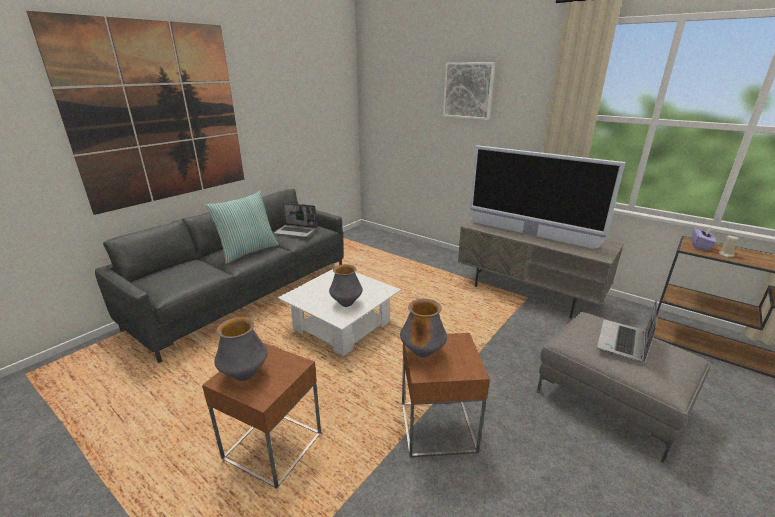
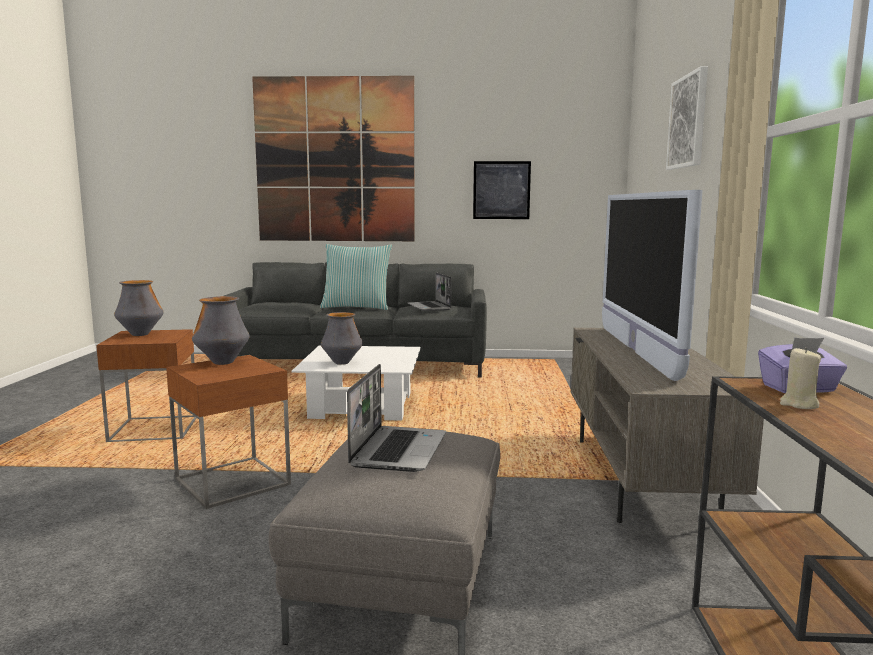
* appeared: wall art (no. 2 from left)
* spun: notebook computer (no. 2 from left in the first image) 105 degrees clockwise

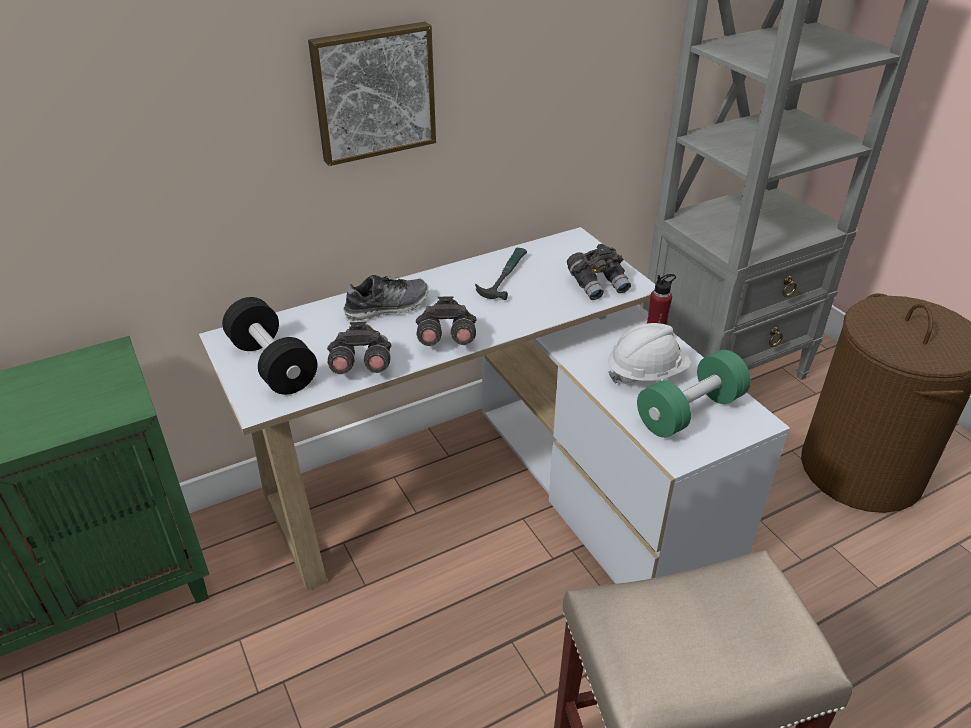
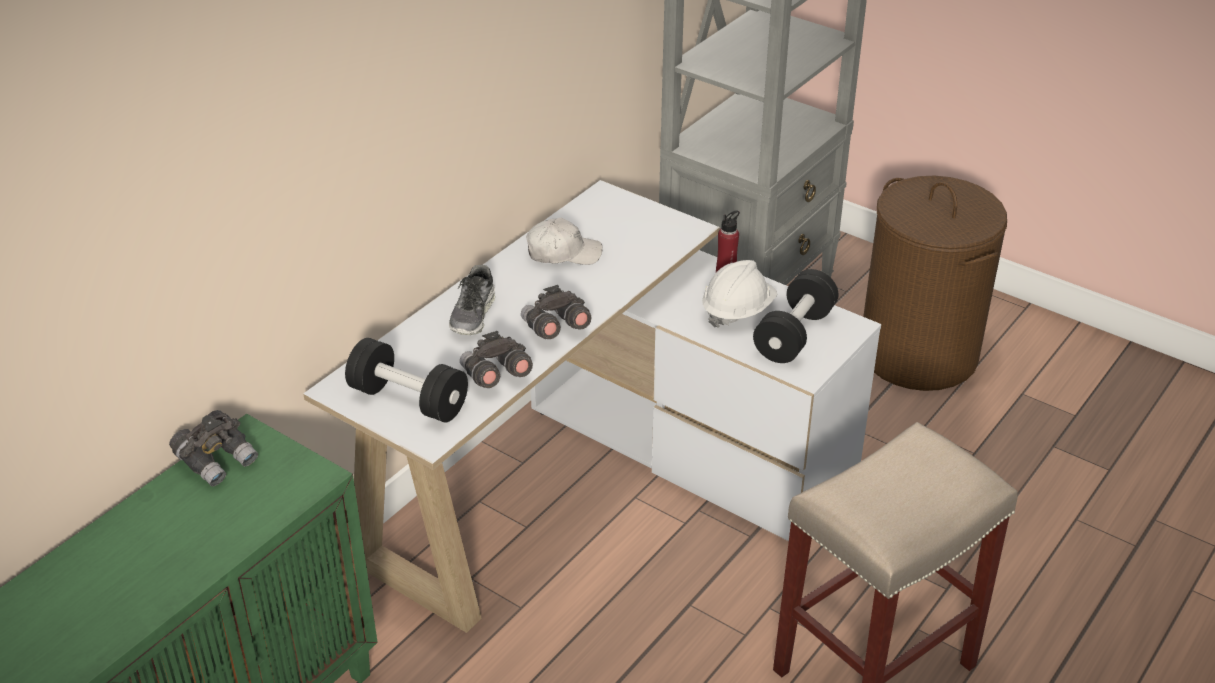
* missing: wall art
* relocated: gray pair of binoculars (no. 3 from left in the first image) to gray pair of binoculars (no. 1 from left)
* exchanged: hammer to whitish peaked cap
* colour: green hand weight to black-coloured hand weight (no. 2 from left)
* spun: shoe 150 degrees clockwise

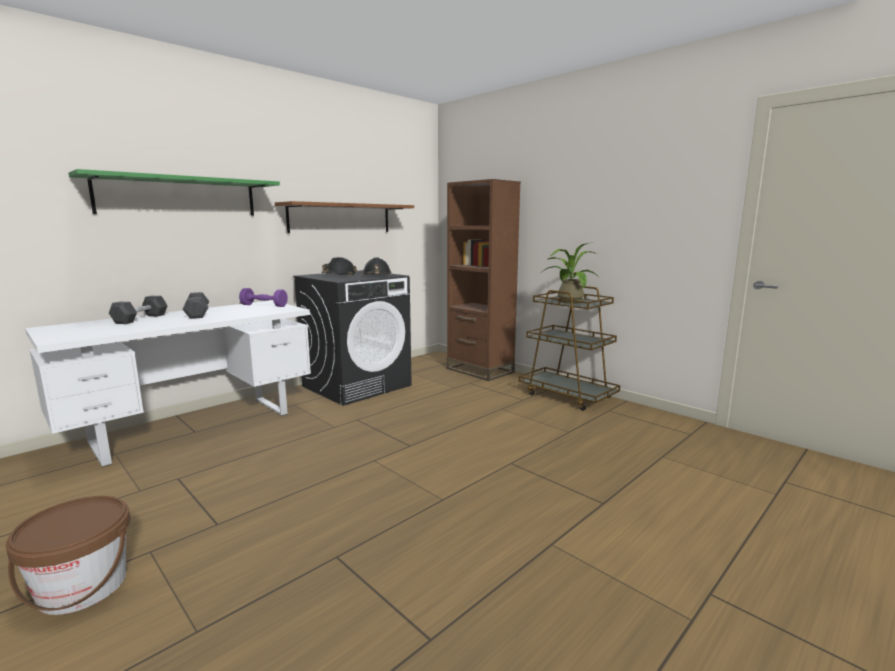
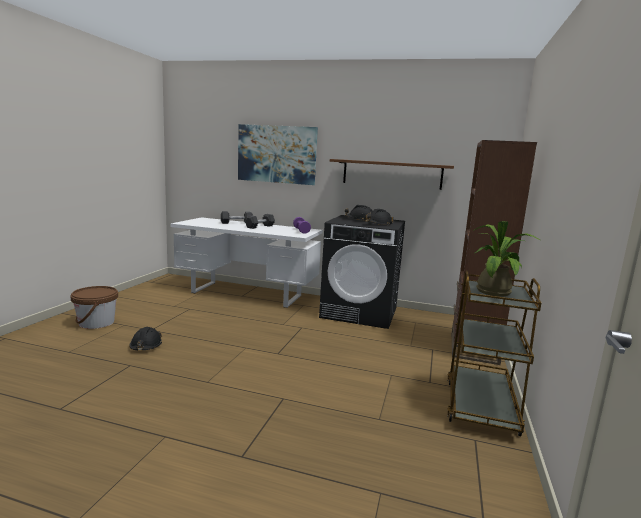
* appeared: black-coloured work helmet (no. 1 from left)
* exchanged: green bracket shelf to wall art

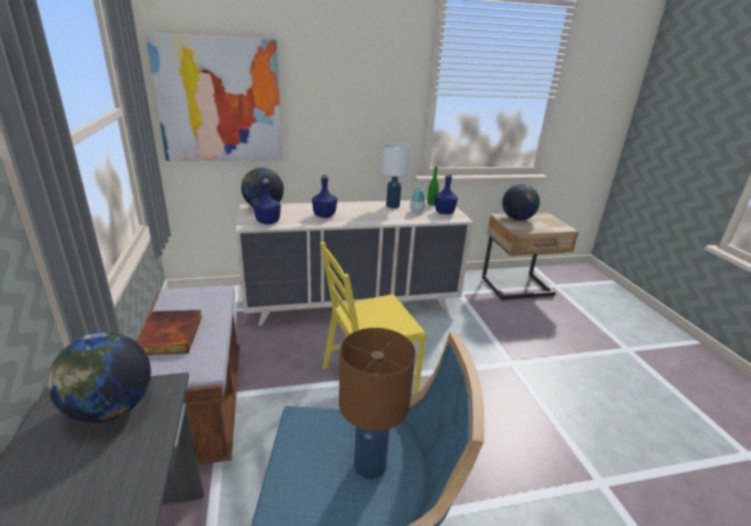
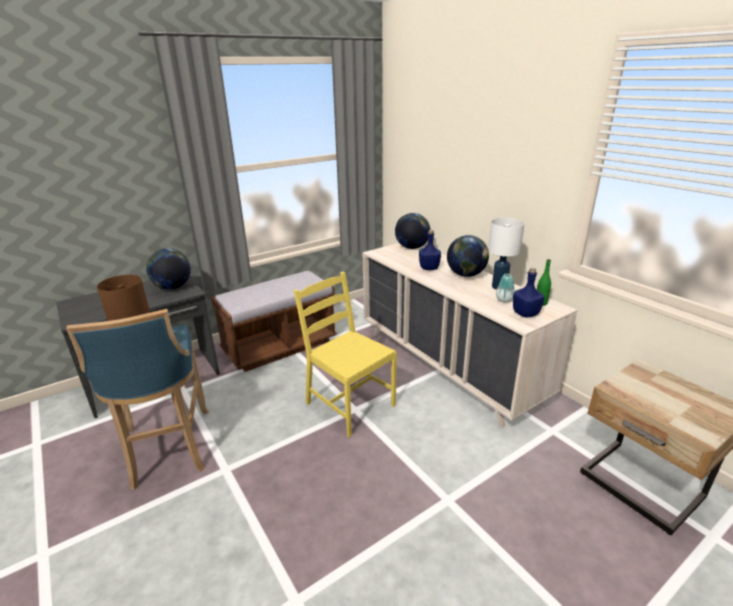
* missing: volume
* missing: wall art
* missing: blue bottle (no. 1 from left)
* relocated: desk globe (no. 3 from left)

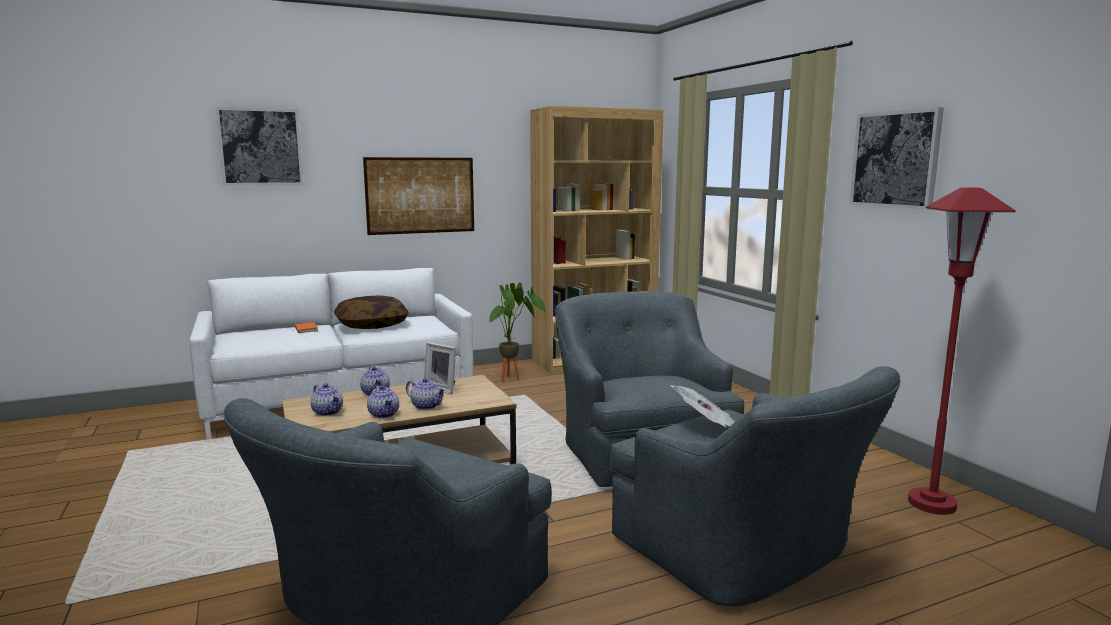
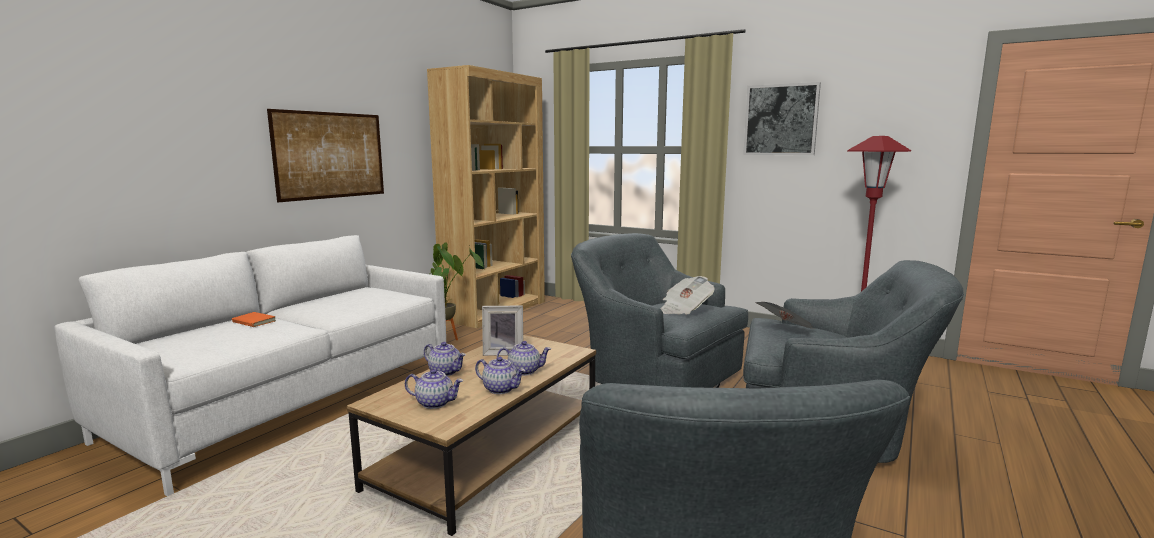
* missing: wall art (no. 1 from left)
* missing: pillow
* appeared: newspaper (no. 1 from left)

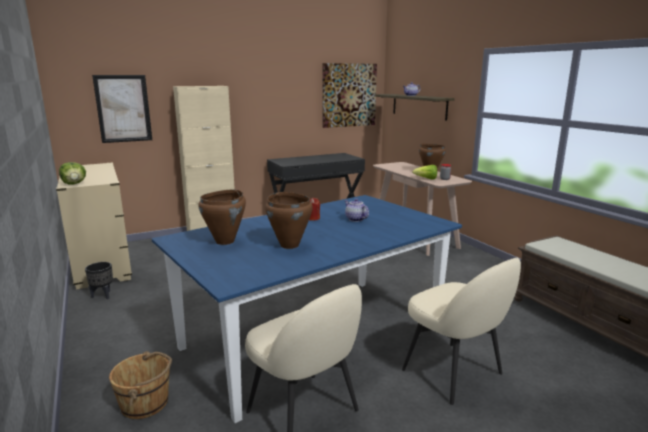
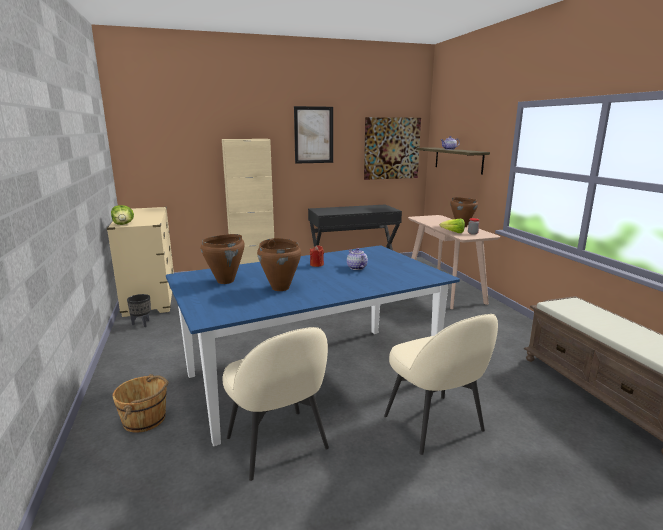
* relocated: wall art (no. 1 from left)

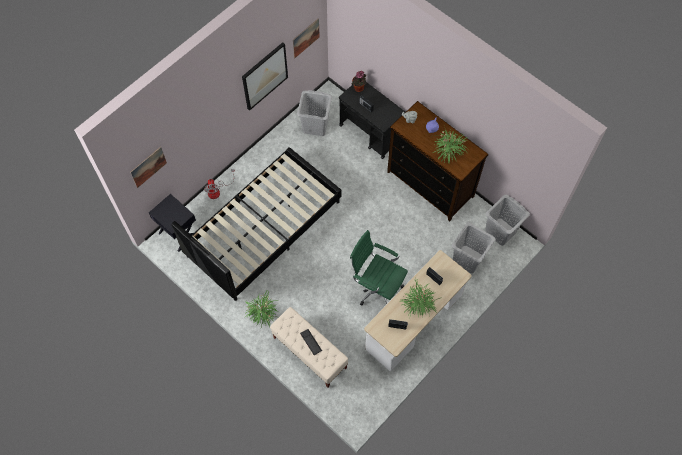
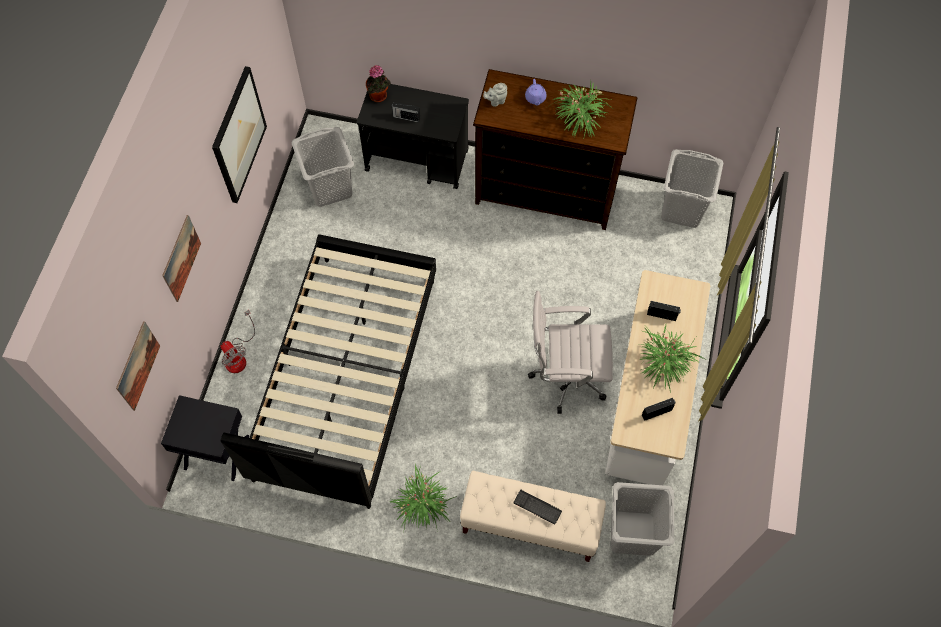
* relocated: wall art (no. 3 from left in the first image) to wall art (no. 2 from left)
* relocated: gray washing basket (no. 2 from left)
* colour: green desk chair to whitish desk chair

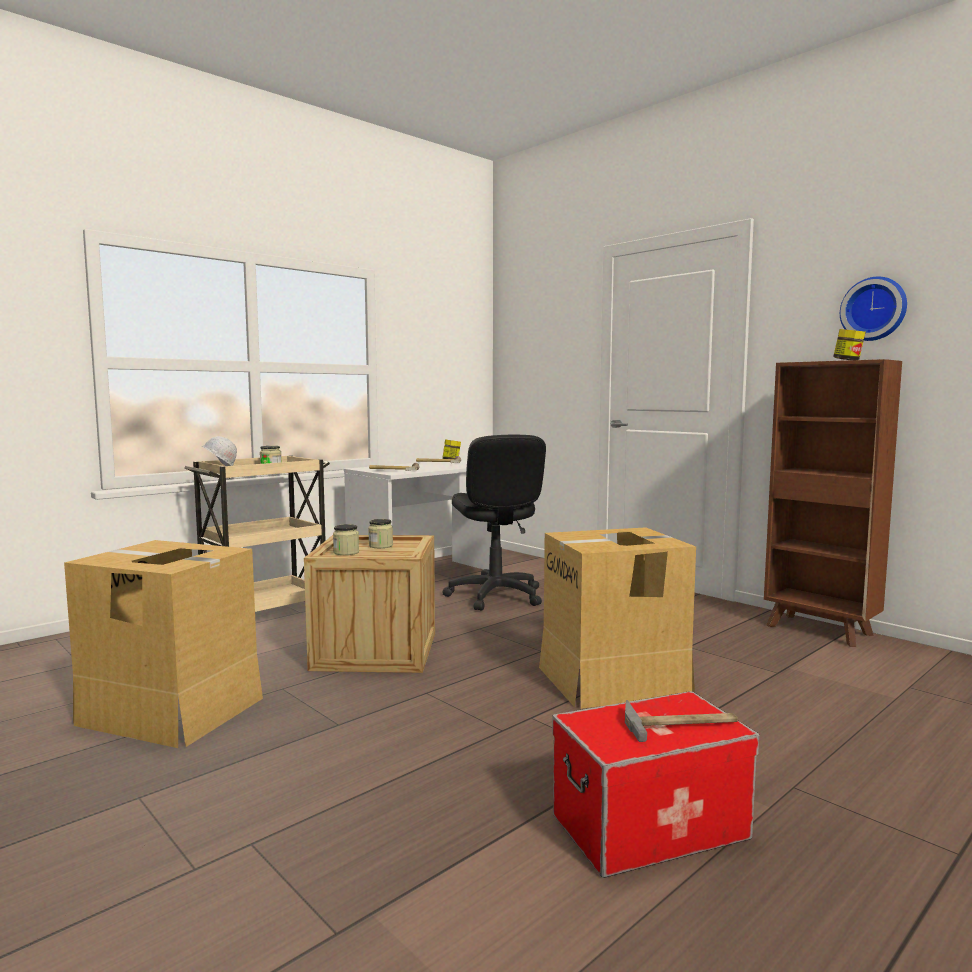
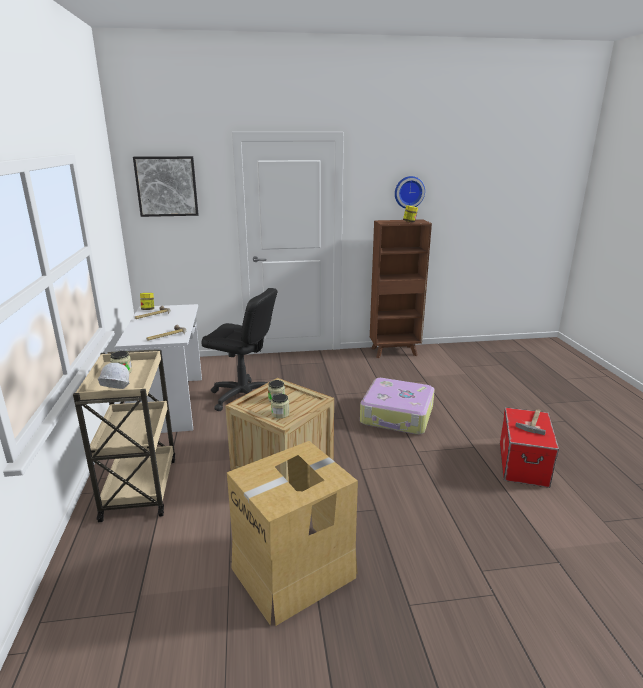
* appeared: wall art
* exchanged: packing box (no. 2 from left) to piece of luggage

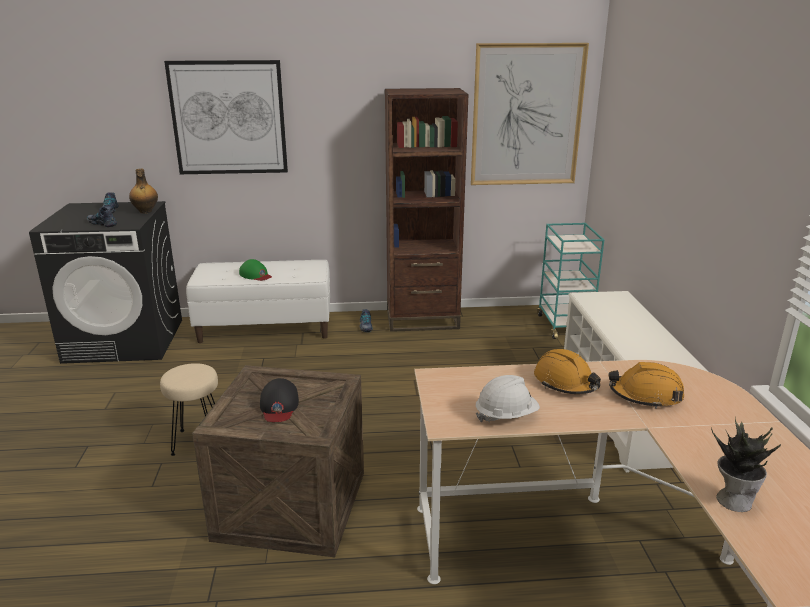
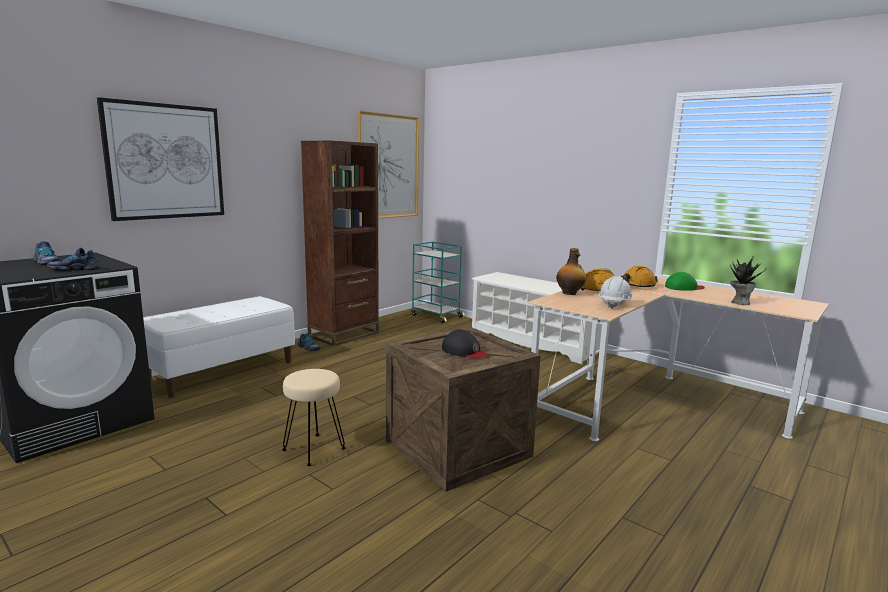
* relocated: bottle
* relocated: green peaked cap

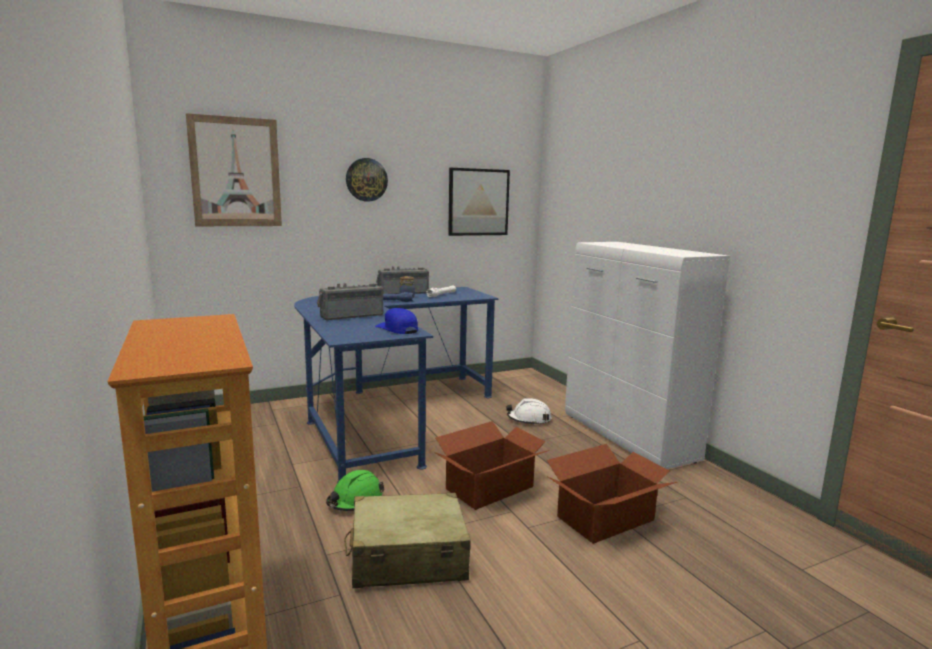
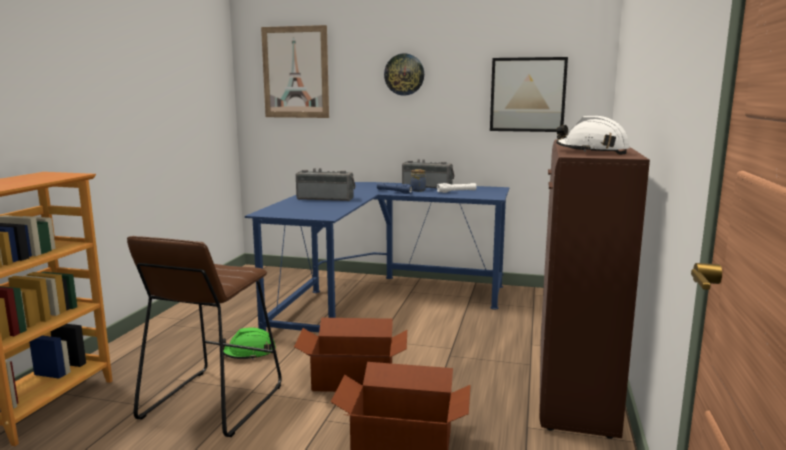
* missing: blue peaked cap
* relocated: whitish work helmet
* exchanged: beige-coloured piece of luggage to brown-coloured stool seat
* colour: whitish storage cabinet to brown-coloured storage cabinet

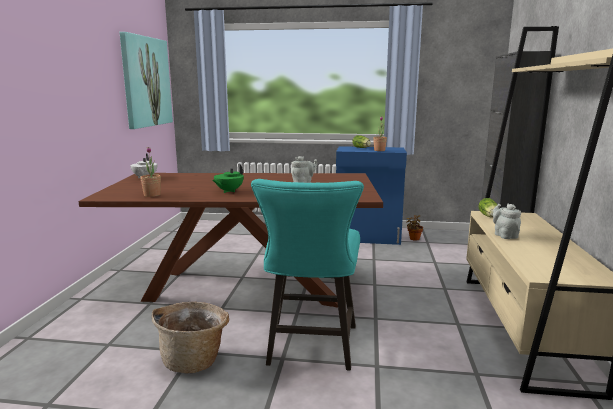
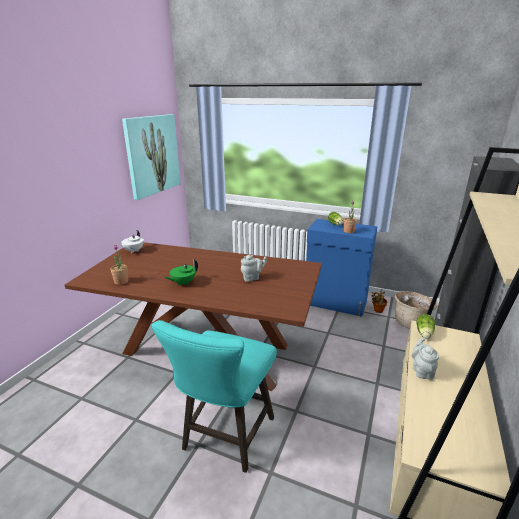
* relocated: basket

